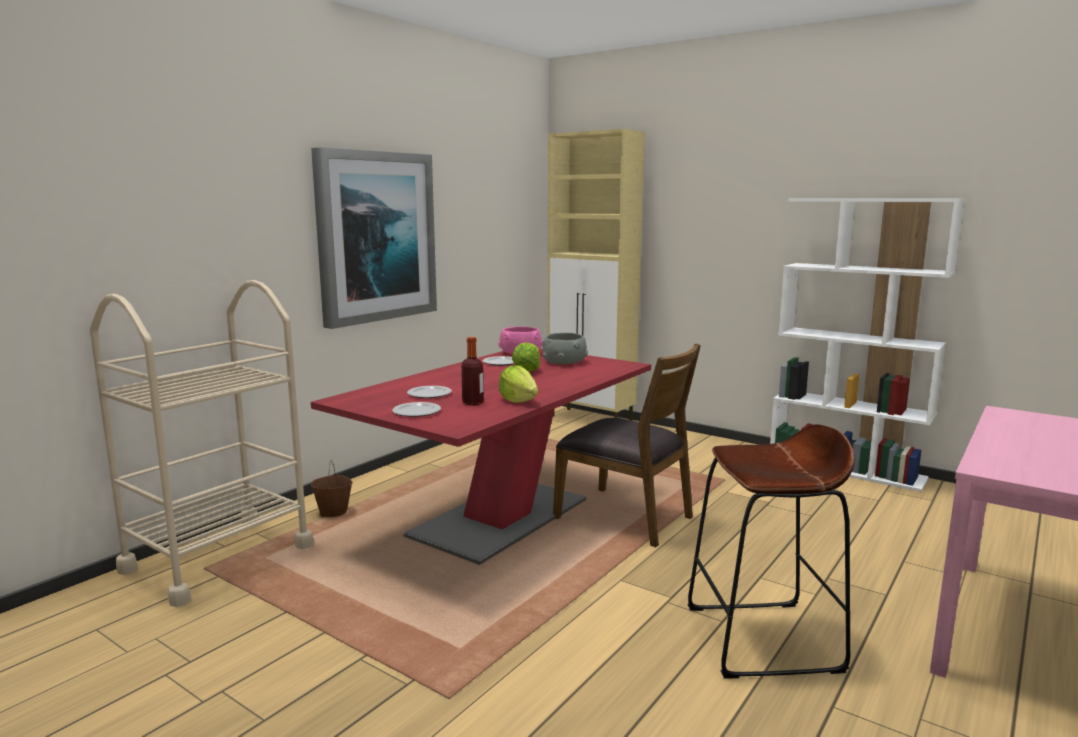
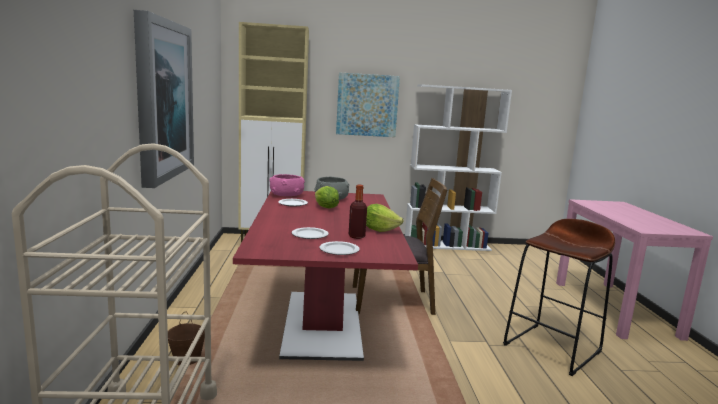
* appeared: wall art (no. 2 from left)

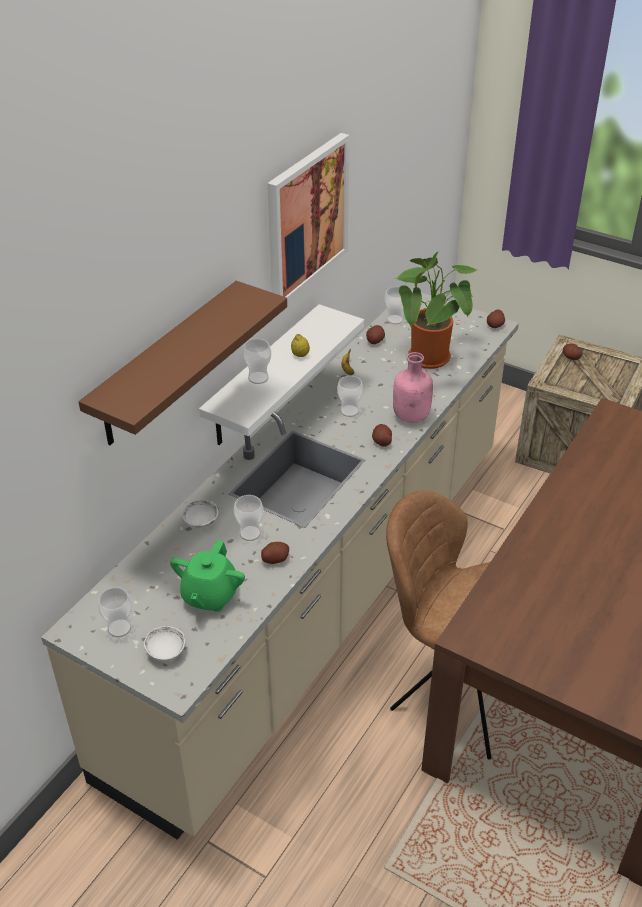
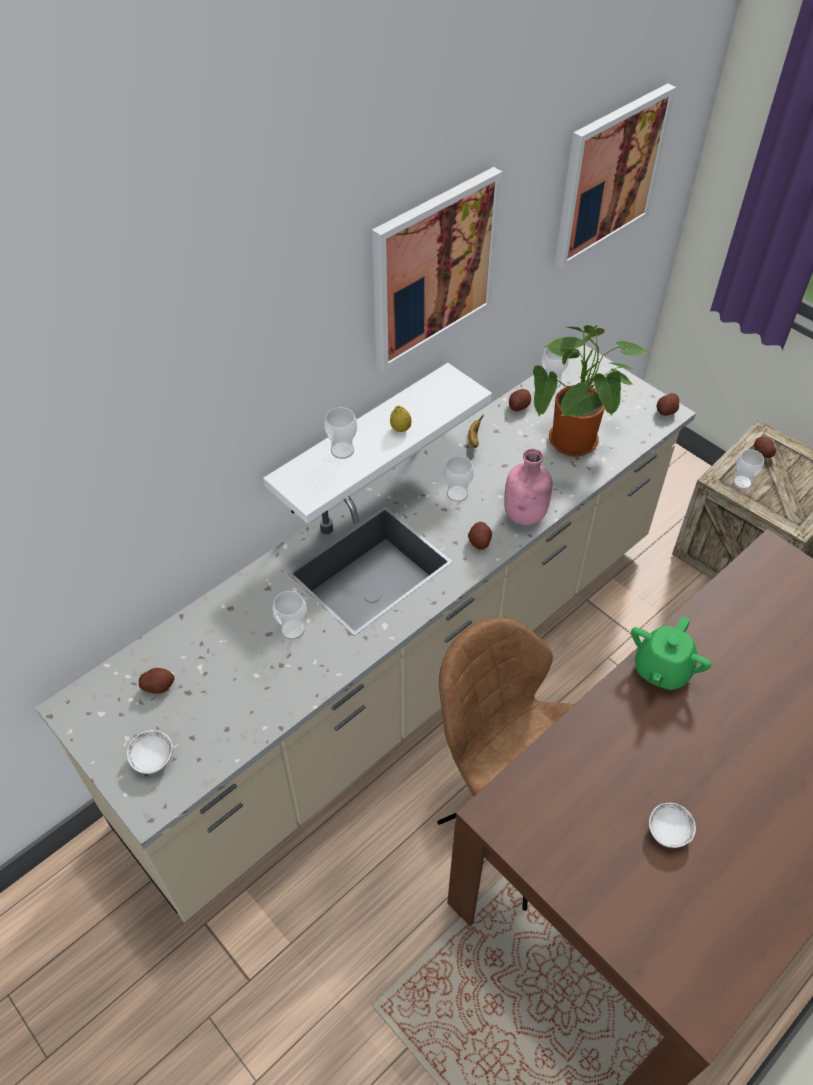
* missing: brown-coloured bracket shelf
* appeared: wall art (no. 2 from left)
* relocated: small cup (no. 1 from left in the first image) to small cup (no. 5 from left)
* relocated: green pot for tea
* relocated: whitish deep dish (no. 2 from left)
* relocated: whole potato (no. 1 from left)

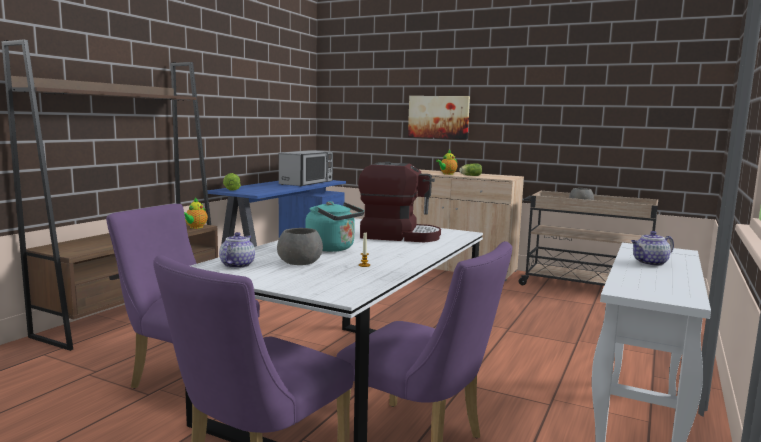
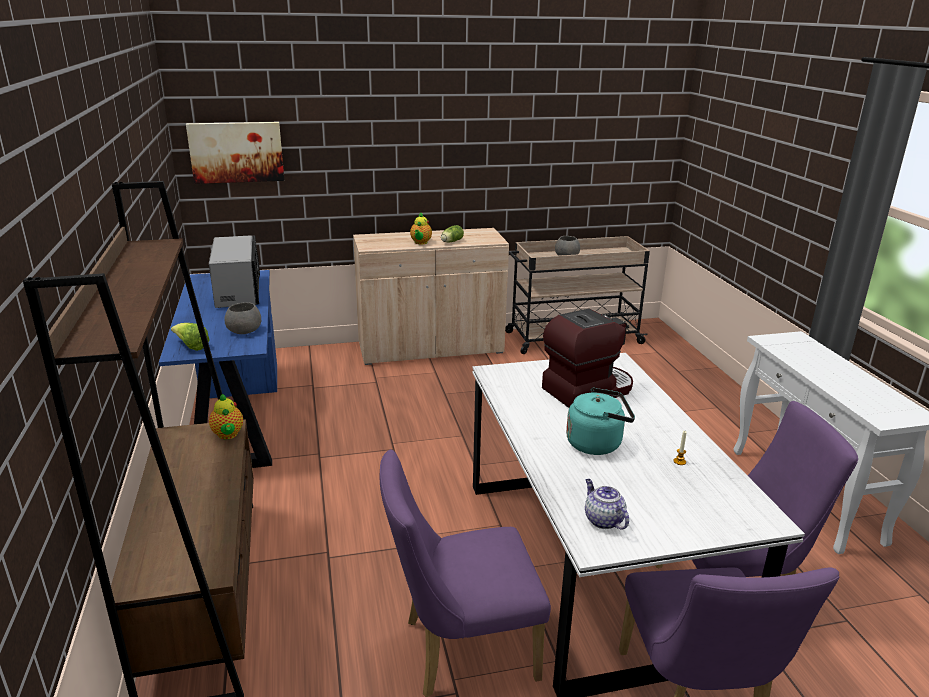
* missing: pot for tea (no. 4 from left)
* relocated: gray deep dish (no. 1 from left)
* relocated: wall art

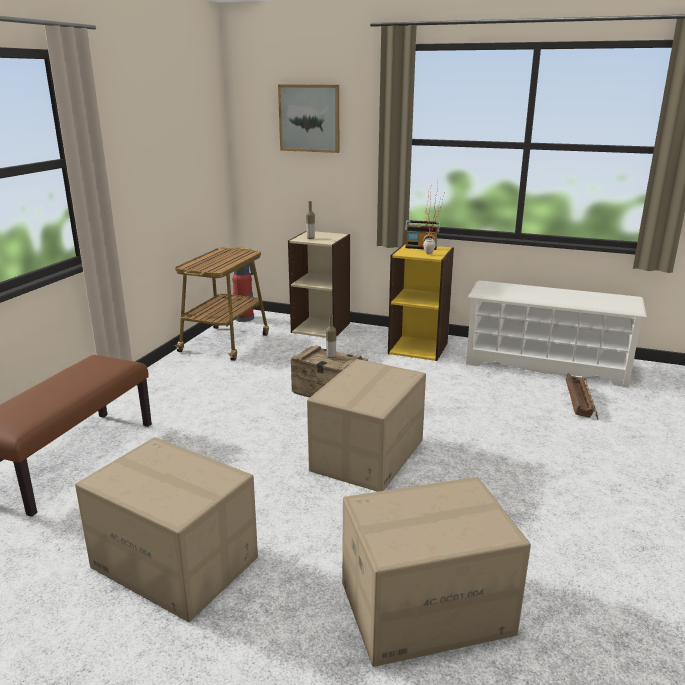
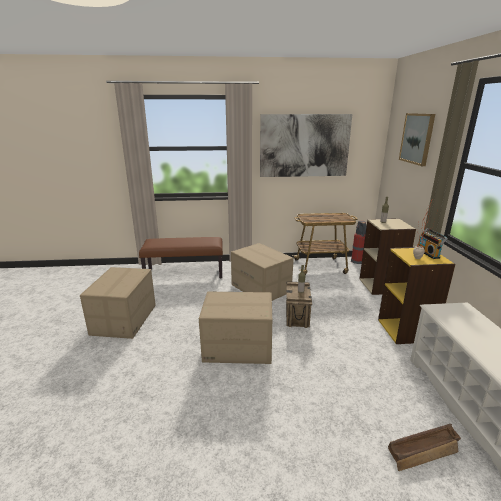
* appeared: wall art (no. 1 from left)
* relocated: packing box (no. 3 from left)

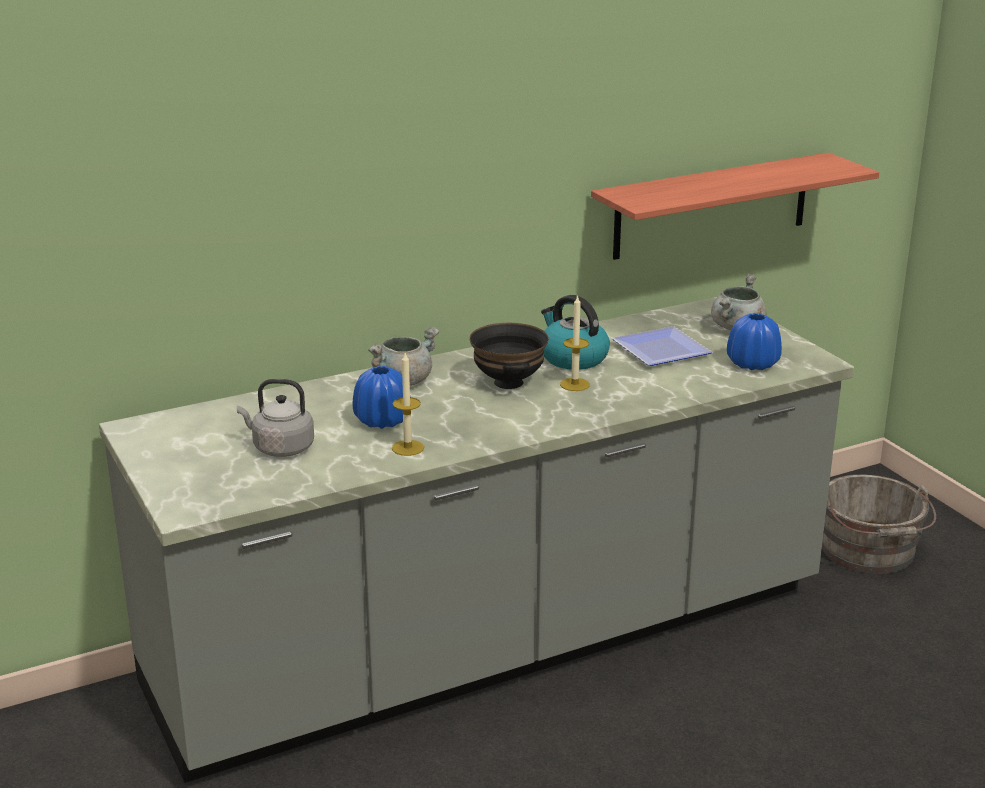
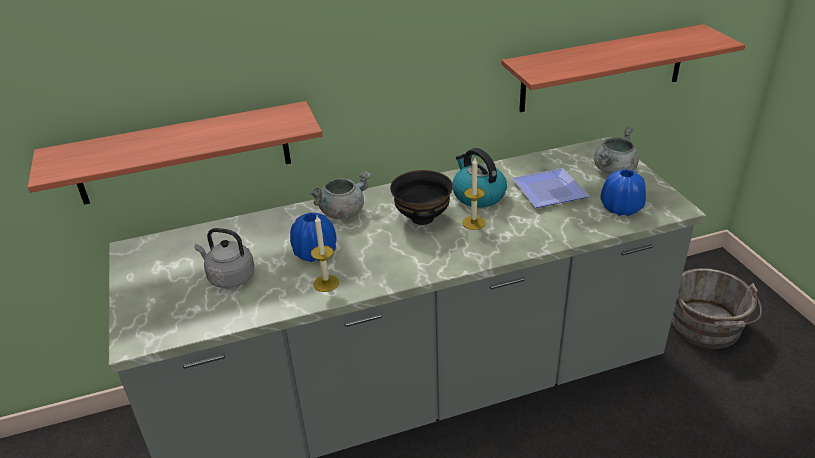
* appeared: bracket shelf (no. 1 from left)

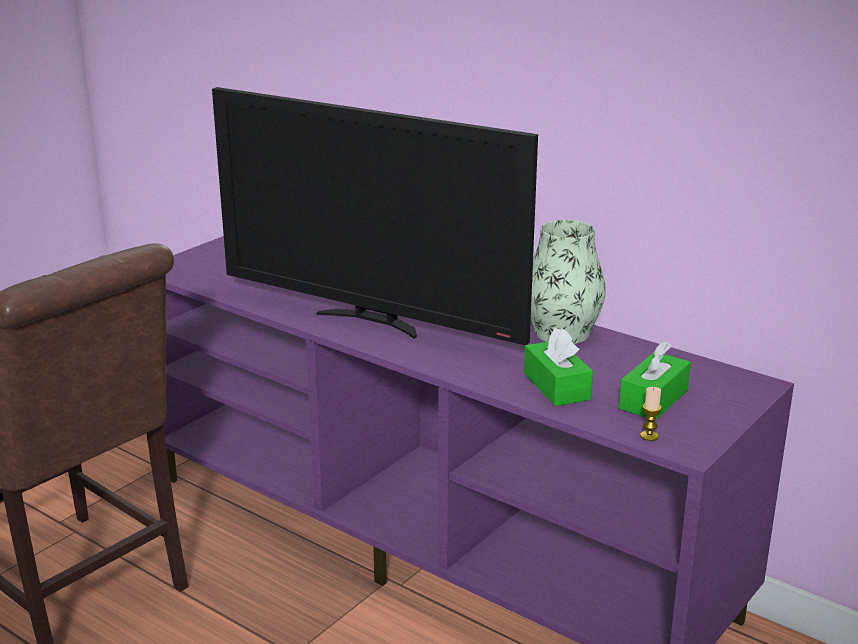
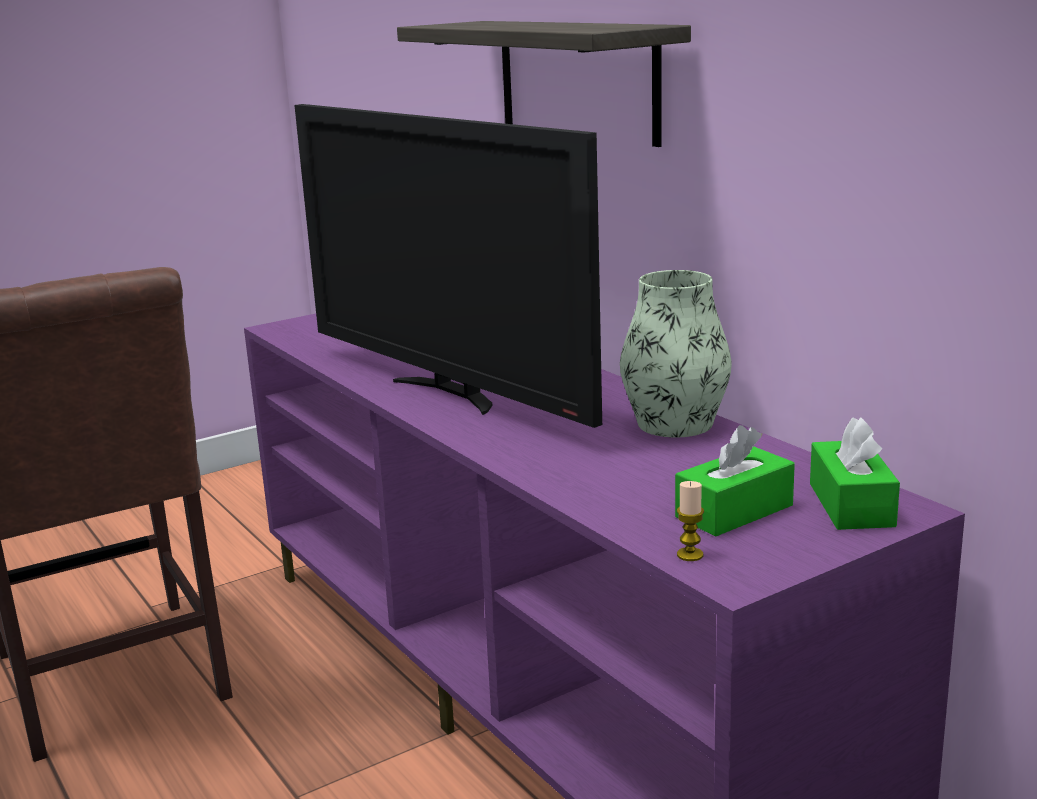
* appeared: bracket shelf
* relocated: green tissue box (no. 1 from left in the first image) to green tissue box (no. 2 from left)

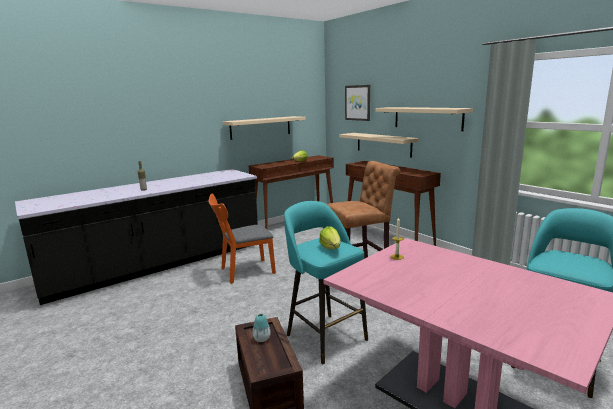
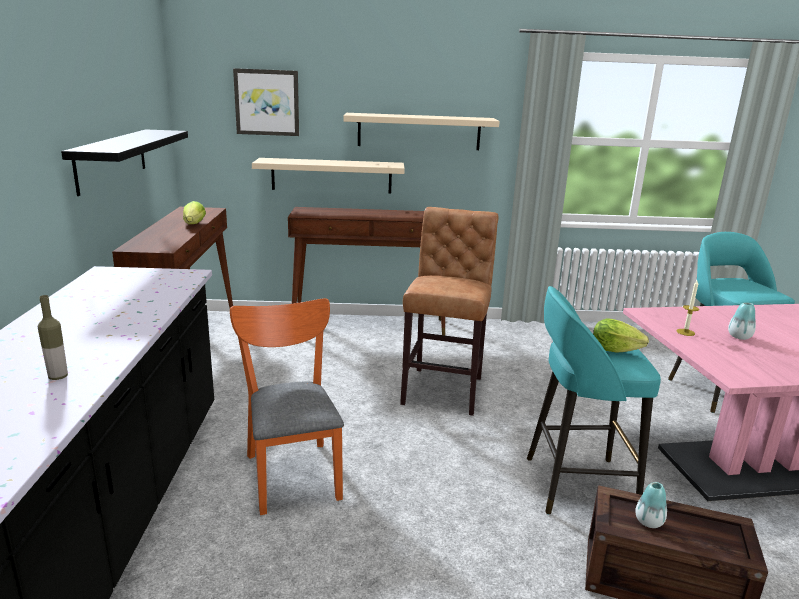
* appeared: vase (no. 2 from left)
* colour: beige-coloured bracket shelf (no. 1 from left) to black-coloured bracket shelf
* spun: orange-coloured plain chair 150 degrees clockwise

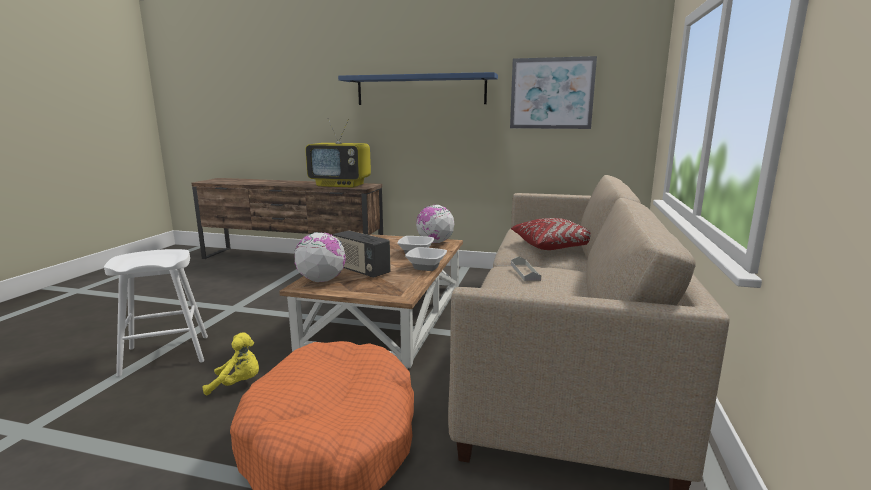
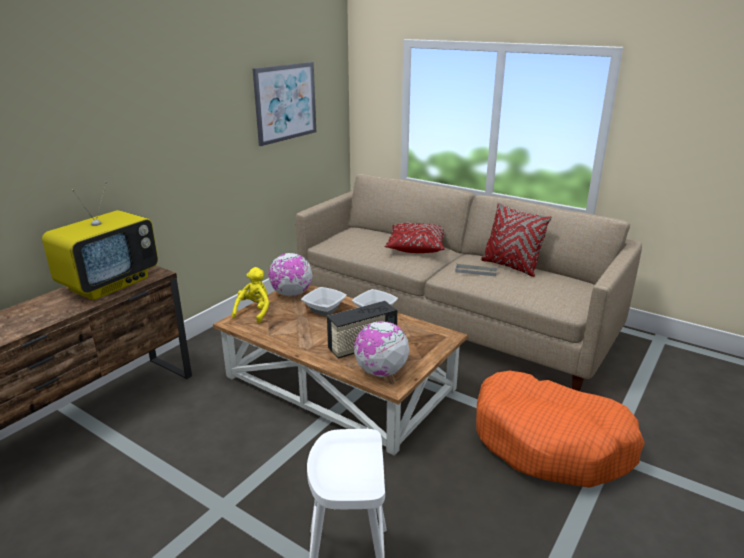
* missing: blue bracket shelf
* appeared: red pillow (no. 2 from left)
* relocated: yellowish plush toy

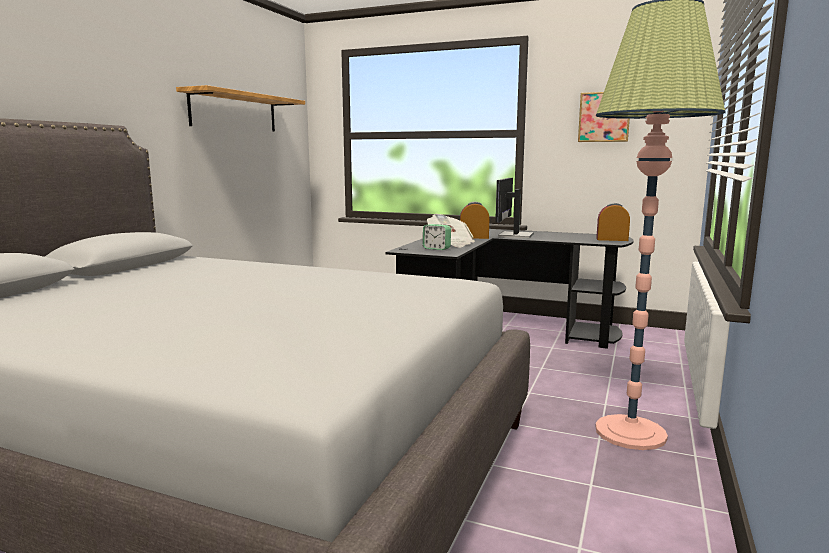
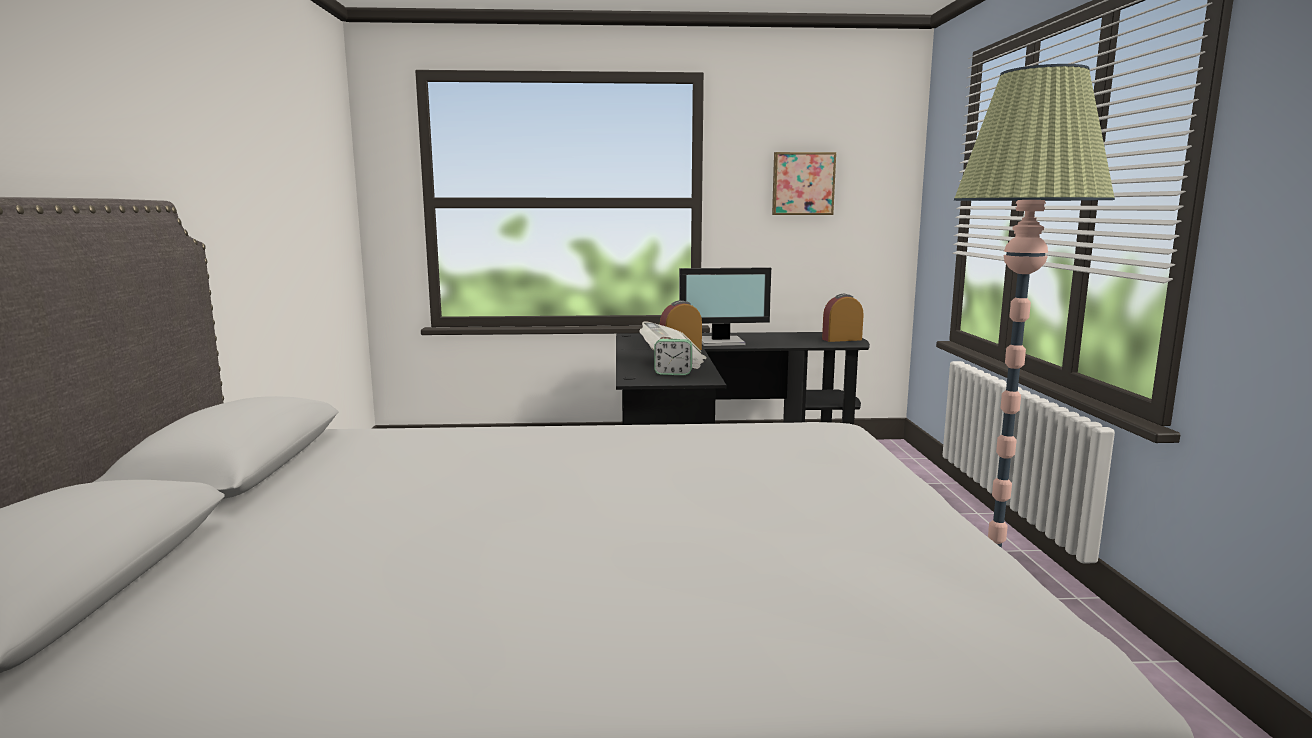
* missing: bracket shelf
* spun: monitor 90 degrees counterclockwise

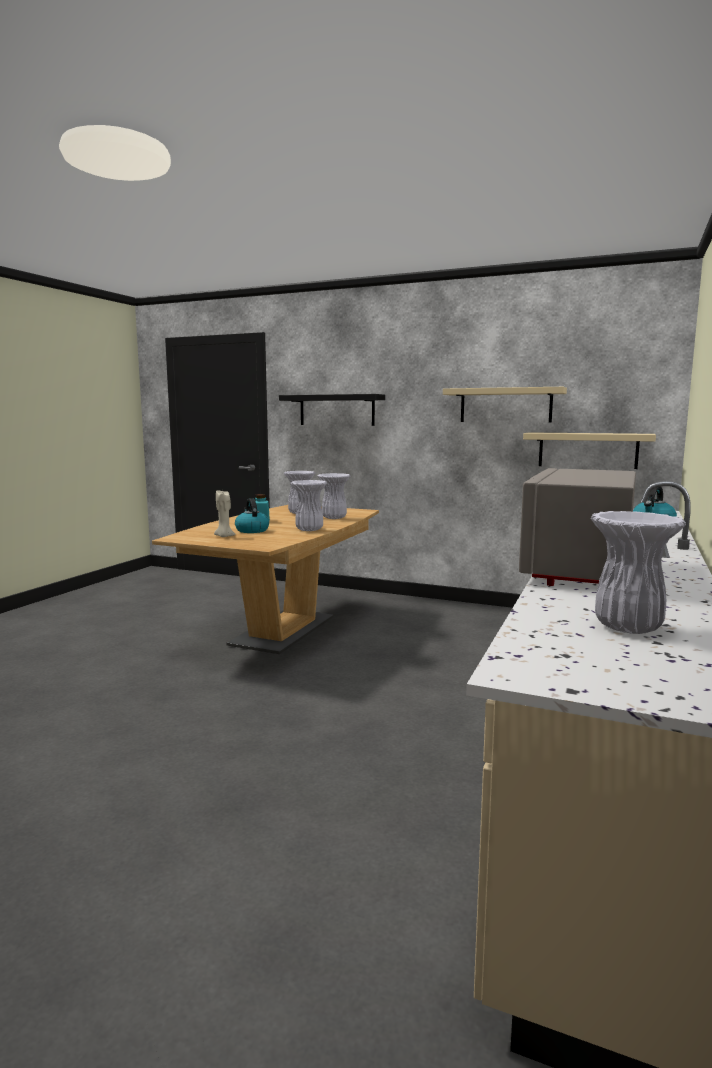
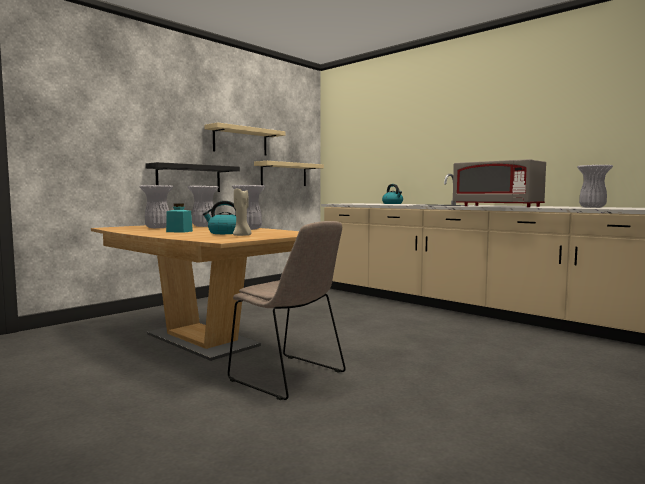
* appeared: beige-coloured plain chair
* relocated: black-coloured bracket shelf

